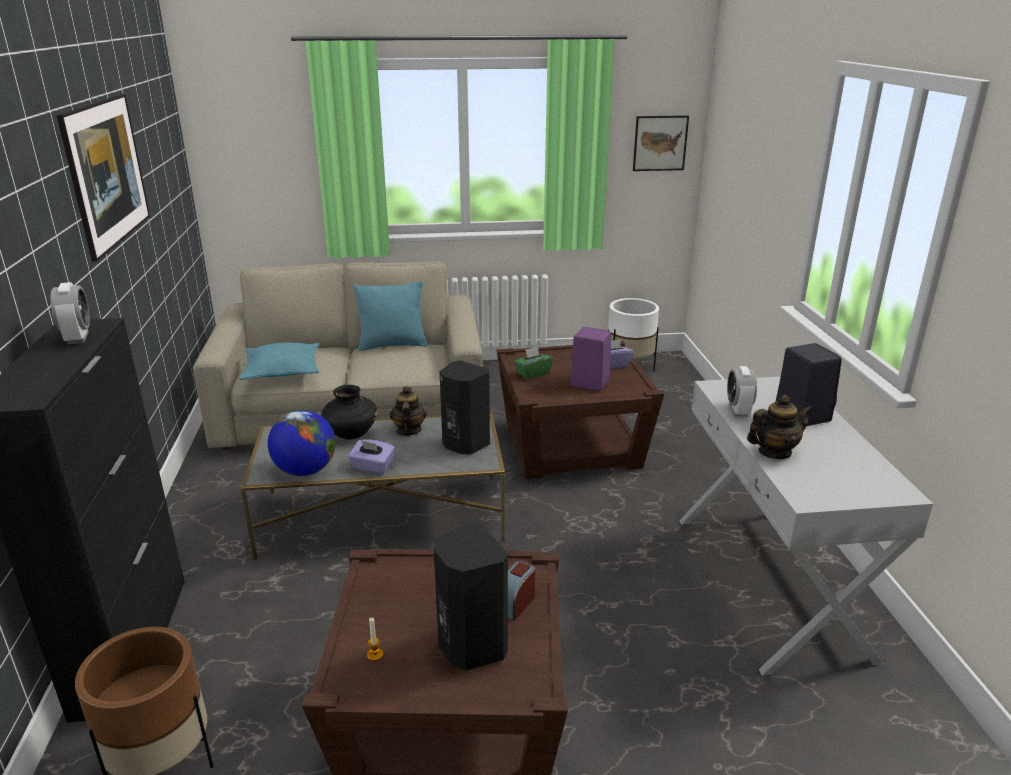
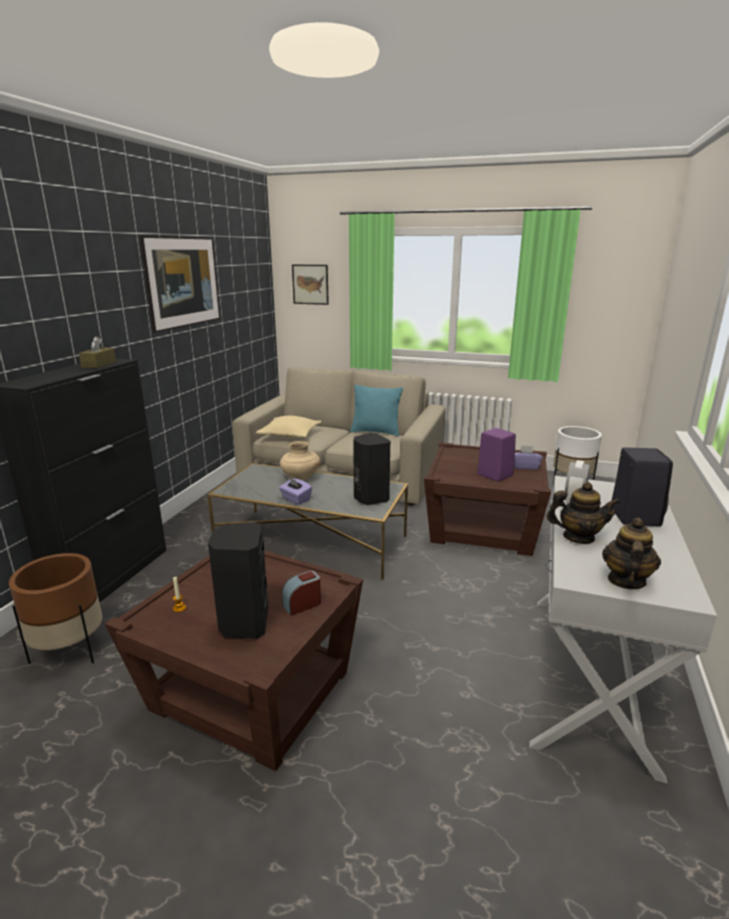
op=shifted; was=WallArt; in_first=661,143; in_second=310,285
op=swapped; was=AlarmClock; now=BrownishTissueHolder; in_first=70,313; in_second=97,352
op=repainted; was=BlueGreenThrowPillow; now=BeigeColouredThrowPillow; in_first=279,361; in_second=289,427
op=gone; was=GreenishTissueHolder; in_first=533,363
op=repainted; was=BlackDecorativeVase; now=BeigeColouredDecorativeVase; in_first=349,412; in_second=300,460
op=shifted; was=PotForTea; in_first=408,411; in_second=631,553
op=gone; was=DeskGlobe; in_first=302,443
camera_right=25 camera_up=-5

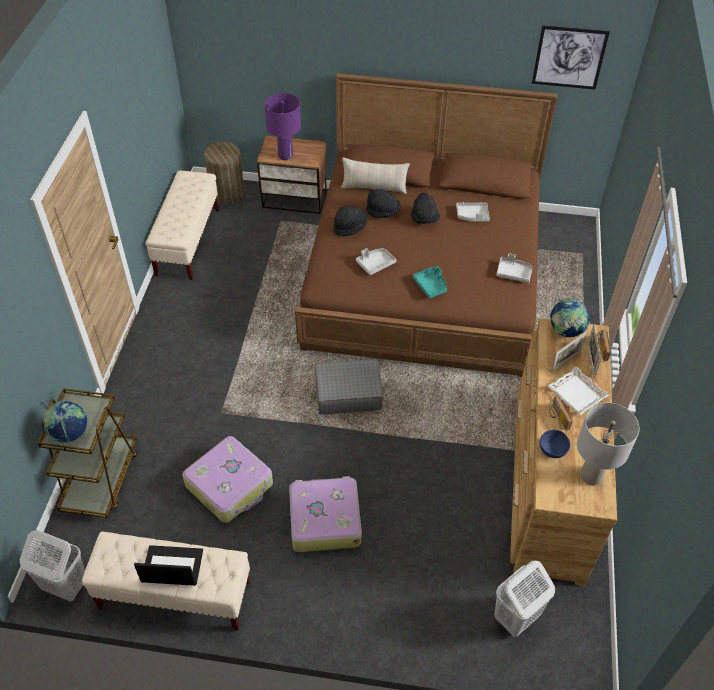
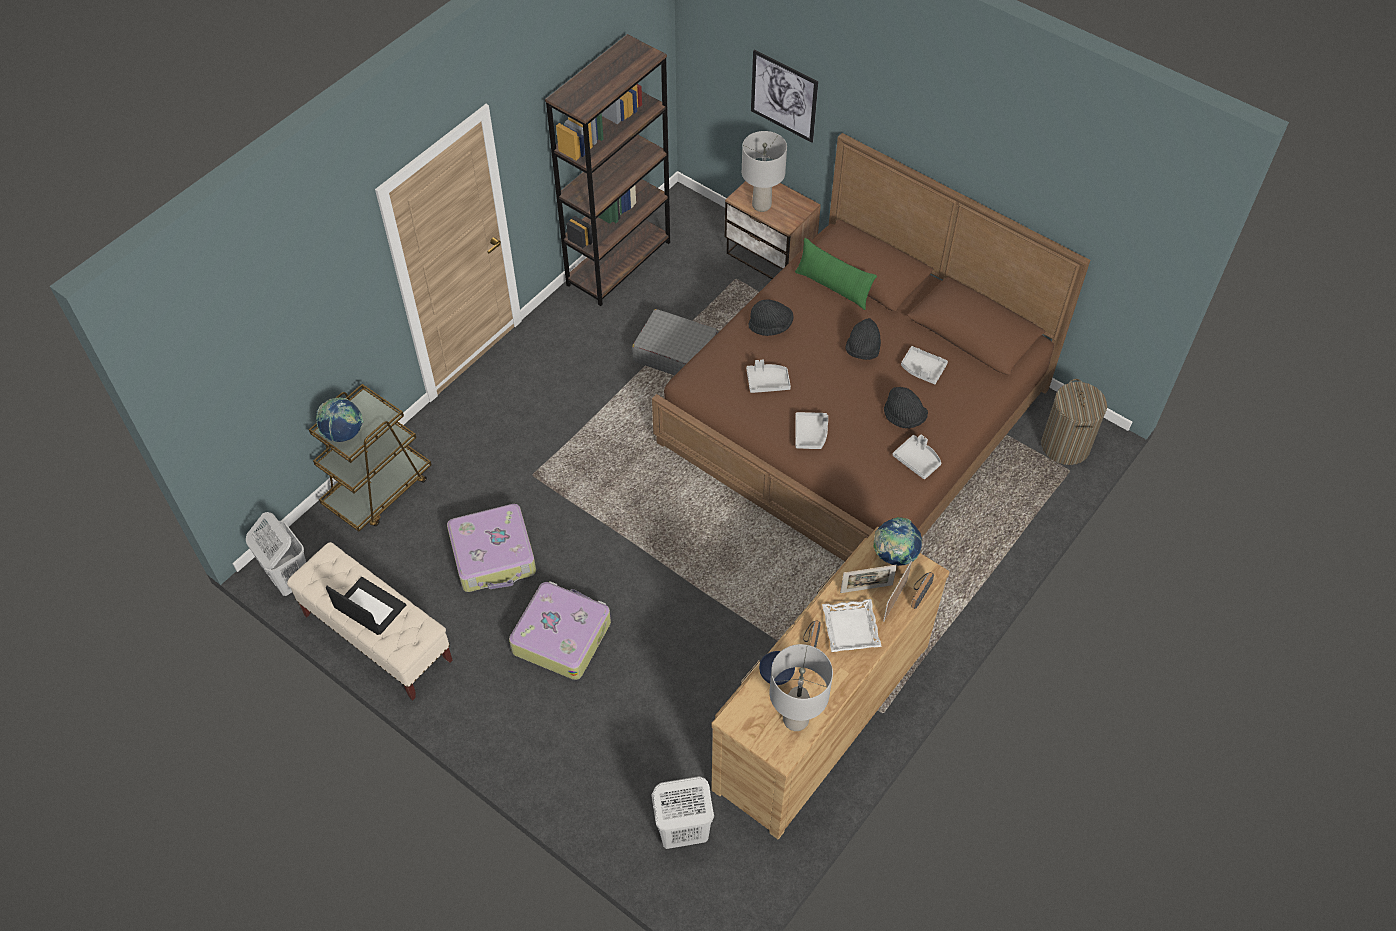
op=shifted; was=WallArt; in_first=571,57; in_second=784,96
op=repainted; was=PurplishTableLamp; now=GrayTableLamp; in_first=283,126; in_second=764,171
op=shifted; was=LaundryBasket; in_first=224,173; in_second=1074,422
op=repainted; was=BeigeColouredThrowPillow; now=GreenishThrowPillow; in_first=375,175; in_second=836,274
op=swapped; was=BeigeColouredIndoorBench; now=BrownishBookcase; in_first=182,225; in_second=607,170
op=shifted; was=BlackWearableHat; in_first=383,203; in_second=906,408
op=repainted; was=BlueGreenTray; now=GrayTray; in_first=429,282; in_second=811,430
op=shifted; was=GrayTravelCase; in_first=349,387; in_second=675,342
camera_right=30 camera_up=5

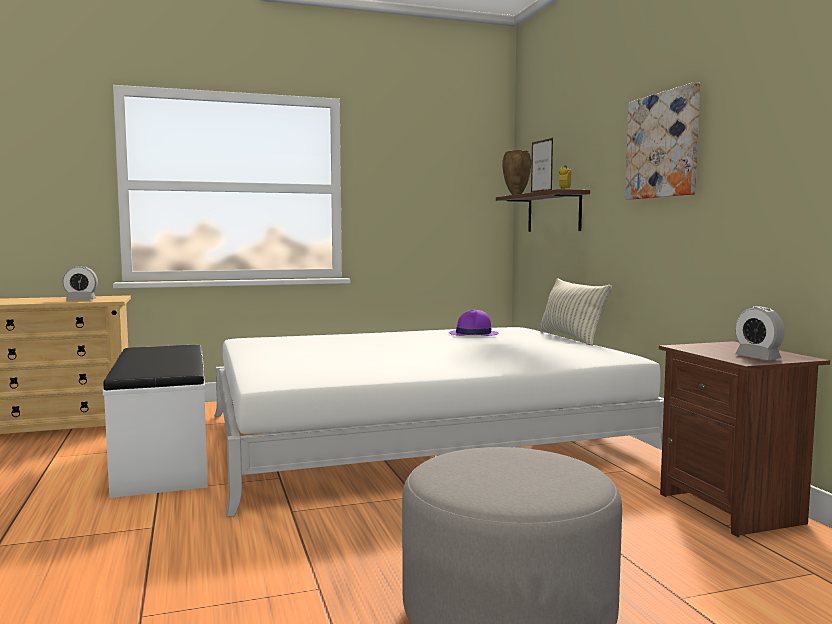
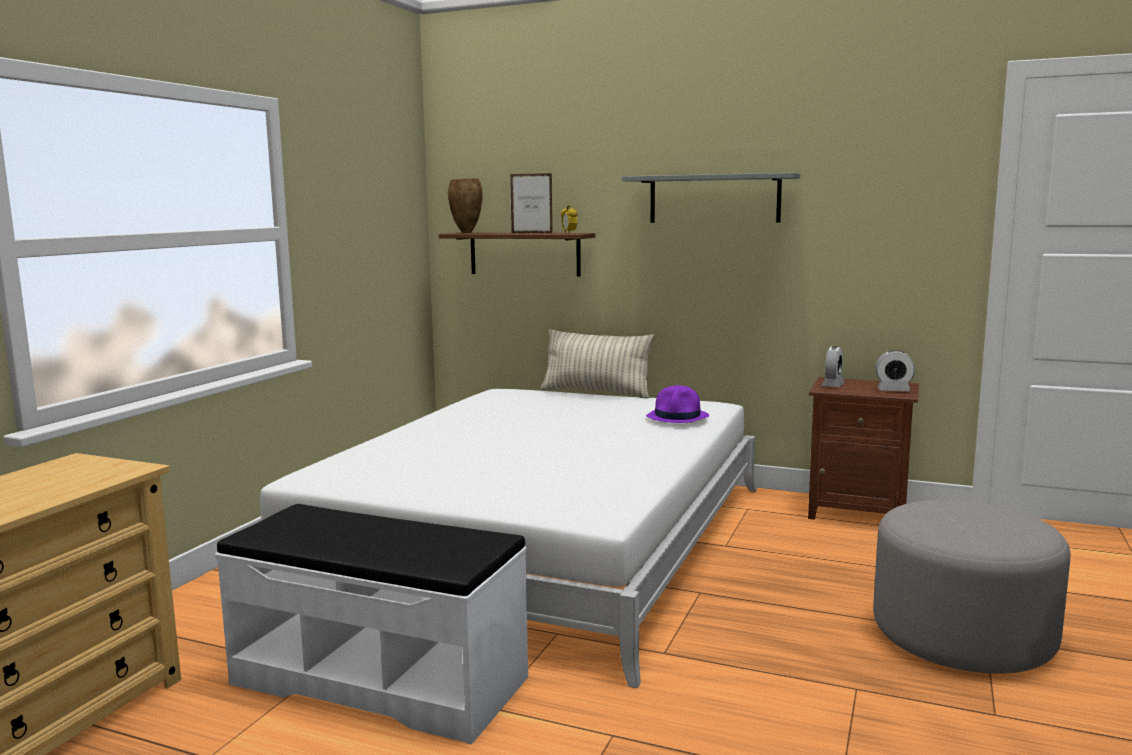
op=swapped; was=WallArt; now=GrayShelf; in_first=662,141; in_second=711,198
op=shifted; was=AlarmClock; in_first=80,283; in_second=832,366
op=shifted; was=PurplishWearableHat; in_first=473,323; in_second=677,404
camera_right=-50 camera_up=5

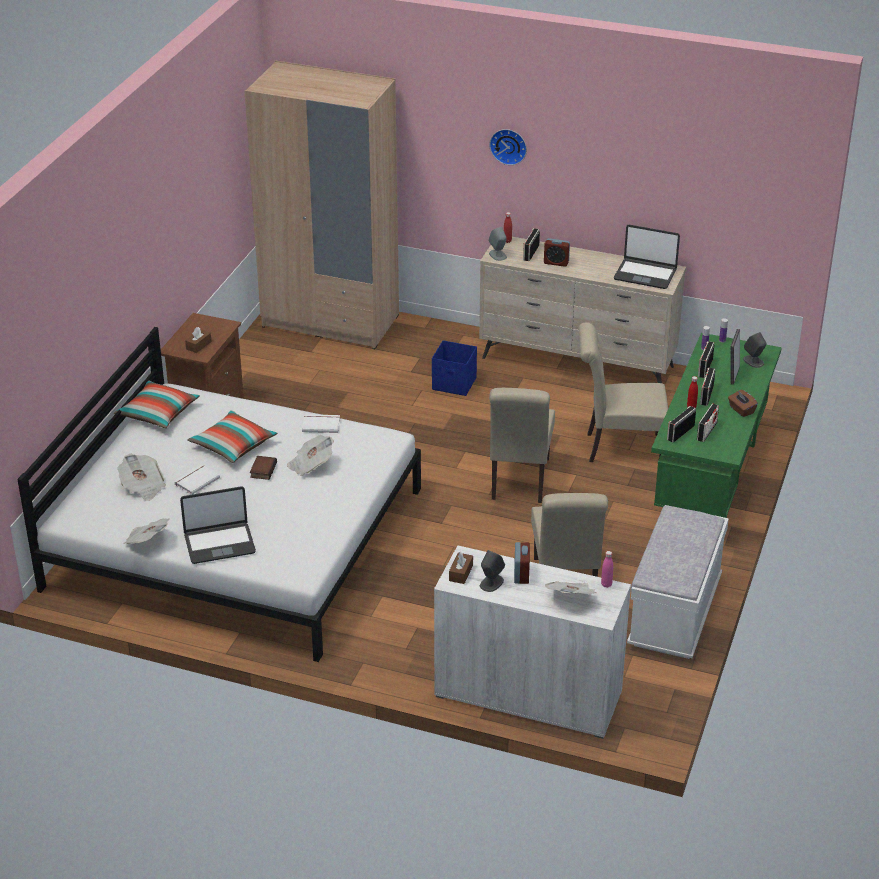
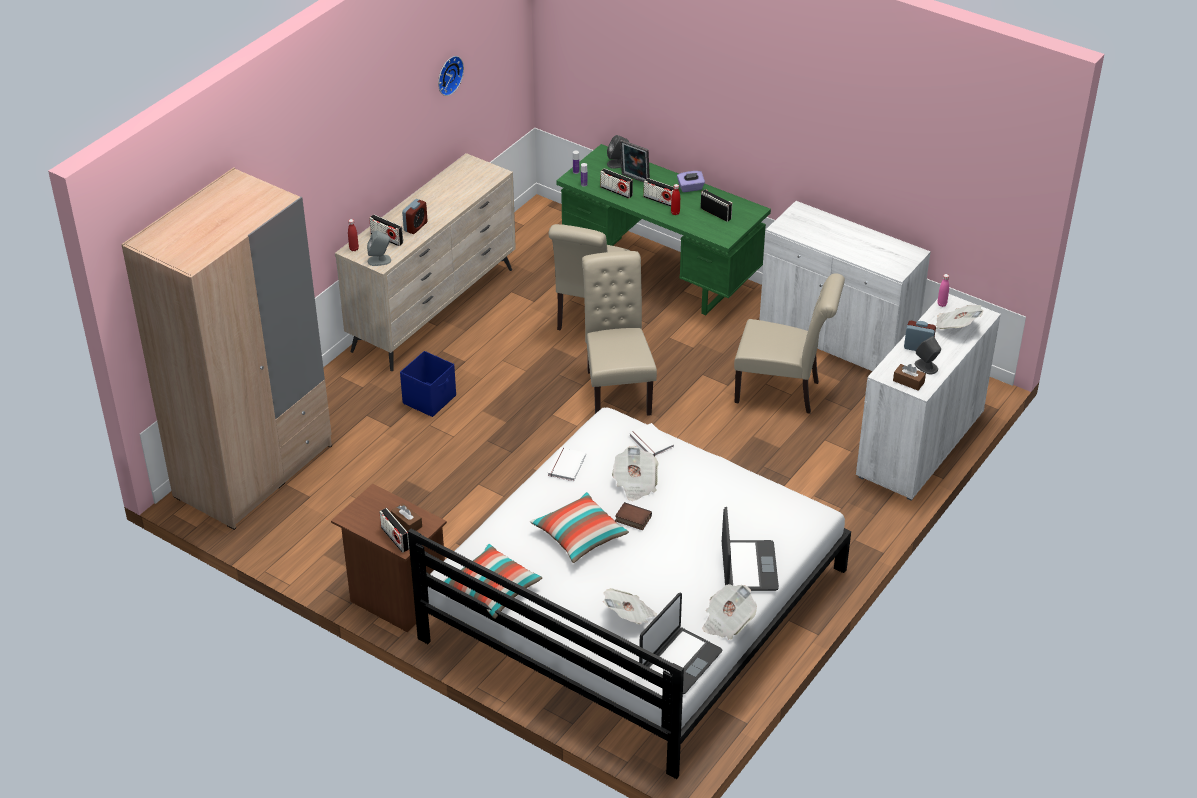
op=shifted; was=HangingClock; in_first=508,147; in_second=451,76
op=shifted; was=PortableComputer; in_first=647,257; in_second=681,643
op=rotated; was=BeigeColouredPlainChair; in_first=522,445; in_second=619,333; clockwise=-120
op=repainted; was=BrownishTissueHolder; now=PurplishTissueHolder; in_first=743,403; in_second=691,181
op=shifted; was=RadioSet; in_first=681,424; in_second=394,530
op=shifted; was=WhiteColouredBook; in_first=197,479; in_second=652,439
op=swapped; was=WhiteColouredIndoorBench; now=WhiteColouredCupboard; in_first=678,582; in_second=845,286
camera_right=-75 camera_up=5

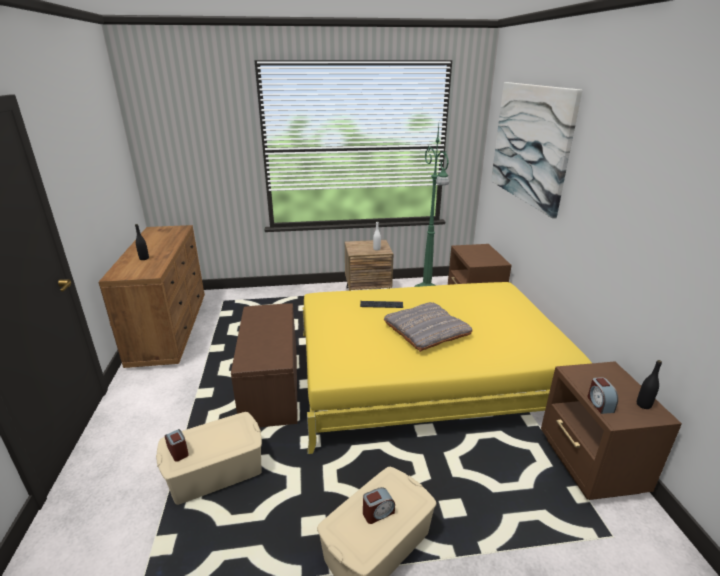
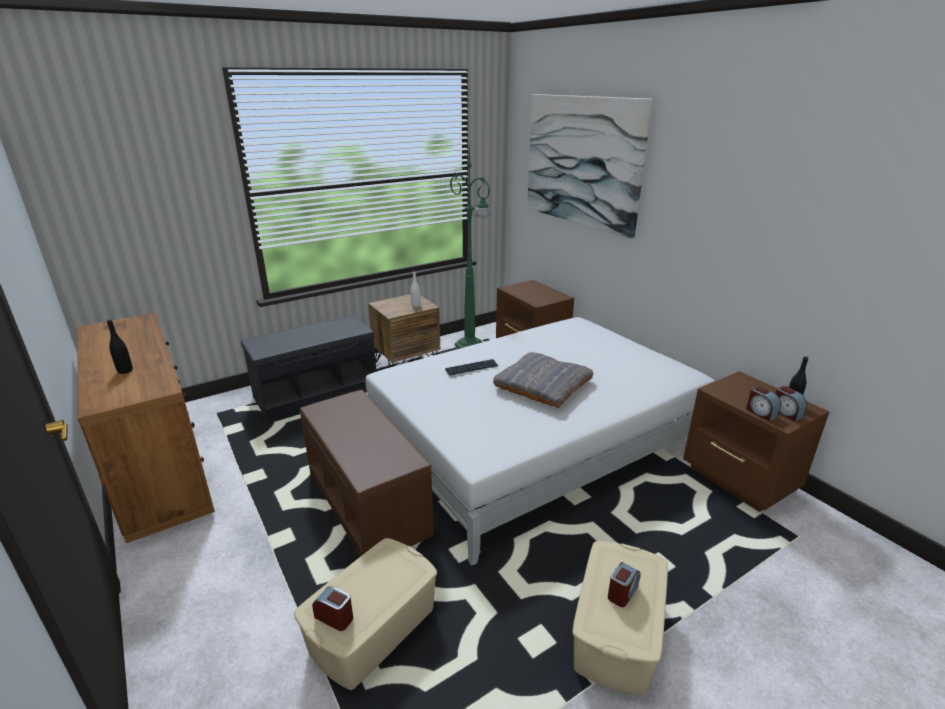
op=repainted; was=YellowishSleepingBed; now=WhiteColouredSleepingBed; in_first=447,368; in_second=540,441
op=new; now=GrayIndoorBench; in_second=309,367
op=new; now=AlarmClock; in_second=791,403
camera_right=-25 camera_up=0

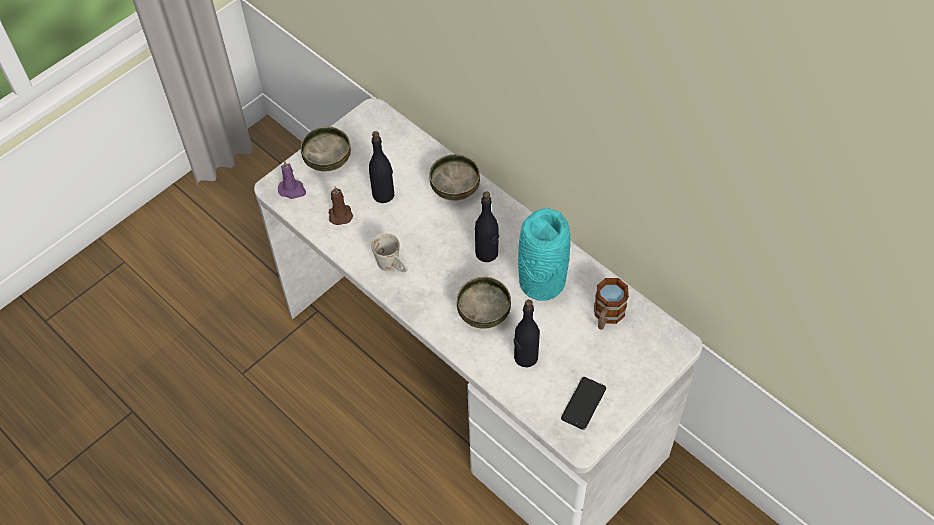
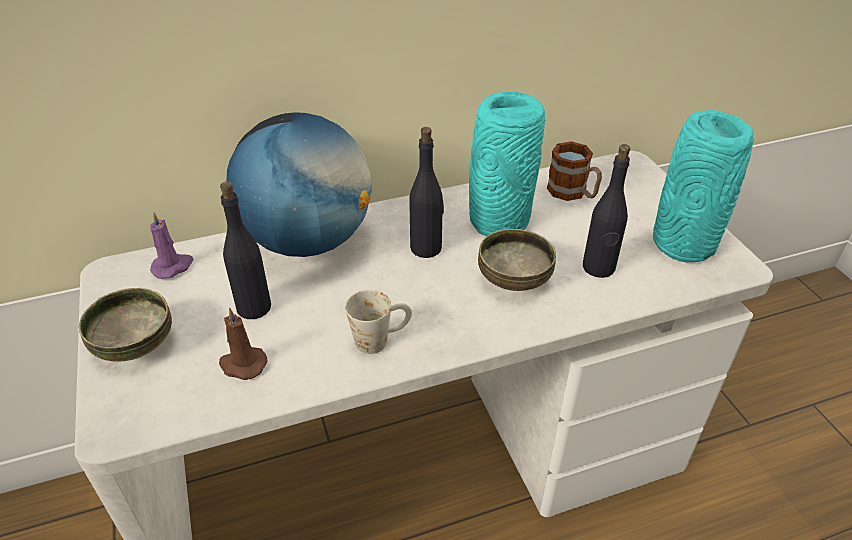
op=swapped; was=DeepDish; now=DeskGlobe; in_first=454,177; in_second=299,184
op=shifted; was=PurplishWaxLight; in_first=292,179; in_second=172,245
op=swapped; was=Handset; now=BlueGreenDecorativeVase; in_first=583,403; in_second=703,186
camera_right=-65 camera_up=-15

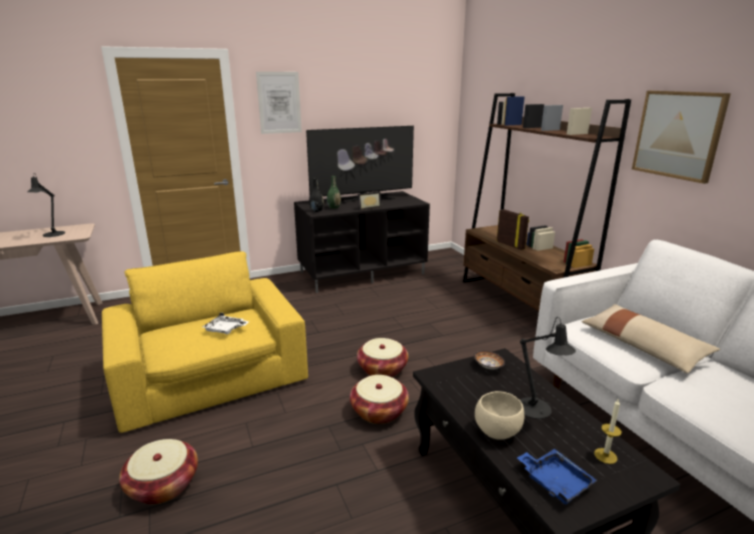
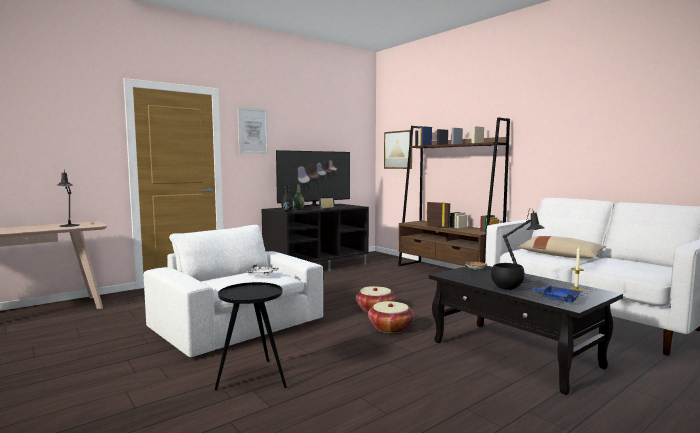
op=shifted; was=WallArt; in_first=681,137; in_second=398,149
op=repainted; was=YellowishLoungeChair; now=WhiteColouredLoungeChair; in_first=205,342; in_second=233,291
op=repainted; was=BeigeColouredDeepDish; now=BlackDeepDish; in_first=499,415; in_second=508,276
op=swapped; was=HouseholdBasket; now=BlackAccentTable; in_first=158,471; in_second=251,336
camera_right=-15 camera_up=-15

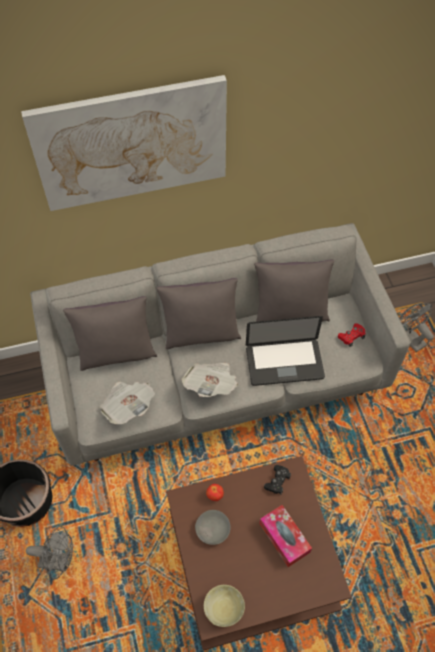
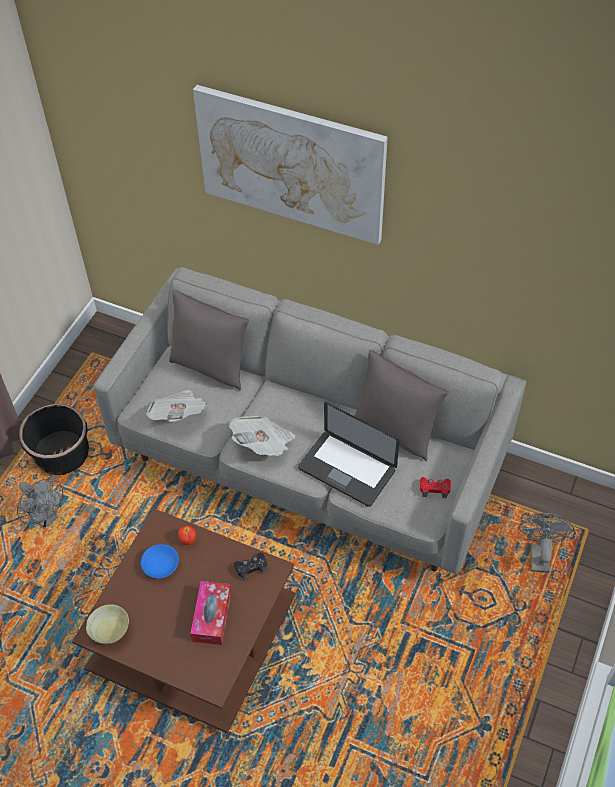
op=gone; was=GrayThrowPillow; in_first=198,313
op=repainted; was=GrayDeepDish; now=BluishDeepDish; in_first=213,527; in_second=160,561
camera_right=40 camera_up=-5

